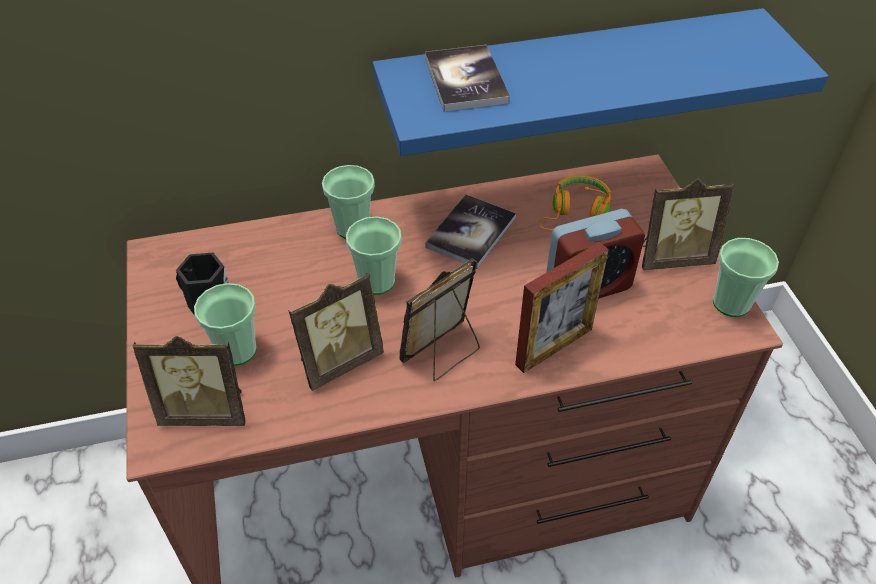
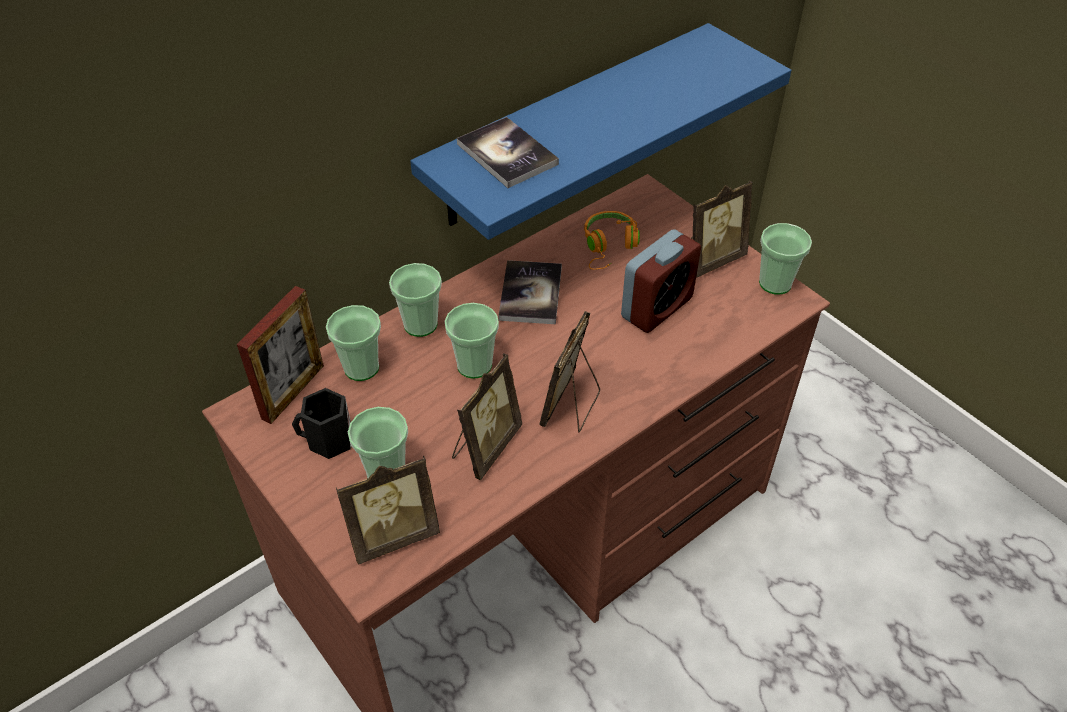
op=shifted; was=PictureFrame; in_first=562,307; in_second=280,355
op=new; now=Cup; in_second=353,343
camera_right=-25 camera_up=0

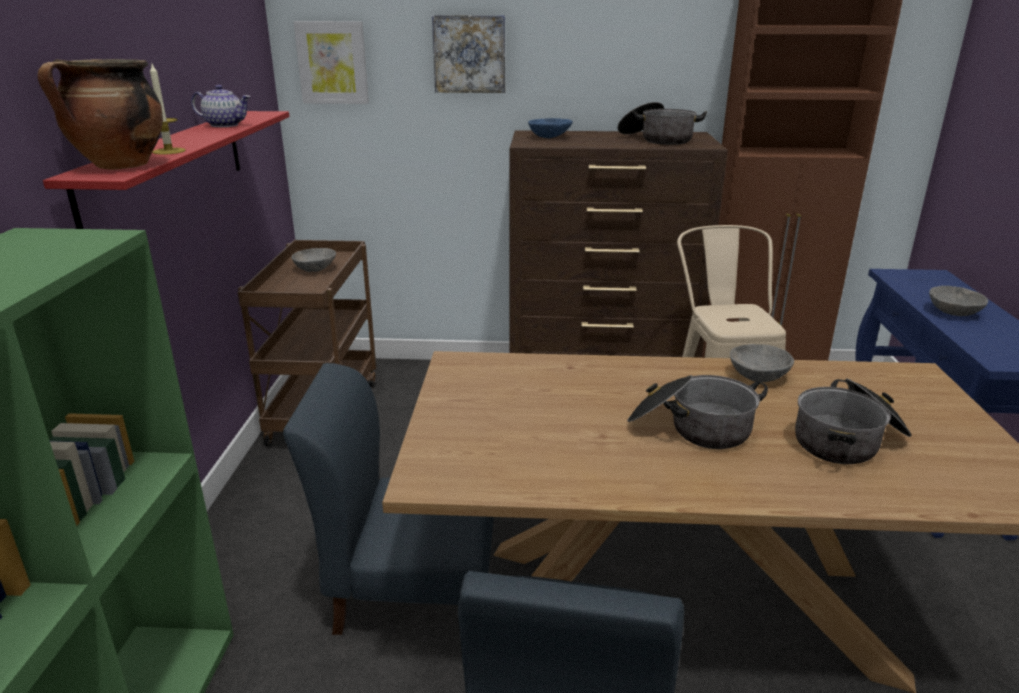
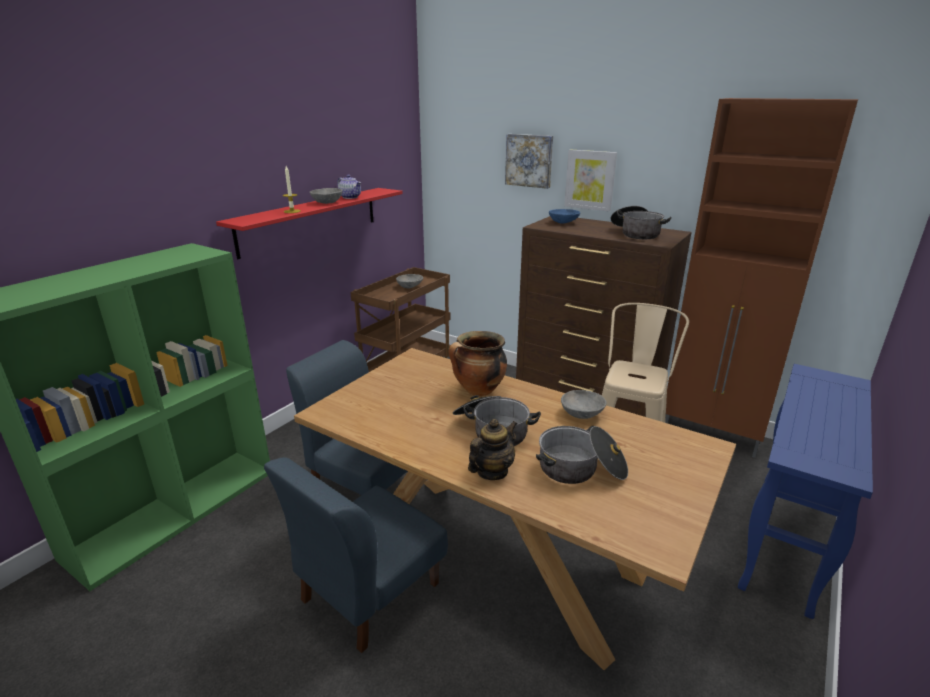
op=shifted; was=WallArt; in_first=331,62; in_second=590,180
op=shifted; was=Saucepot; in_first=100,114; in_second=477,363
op=shifted; was=GrayDeepDish; in_first=958,301; in_second=326,196
op=new; now=PotForTea; in_second=492,449
camera_right=30 camera_up=0

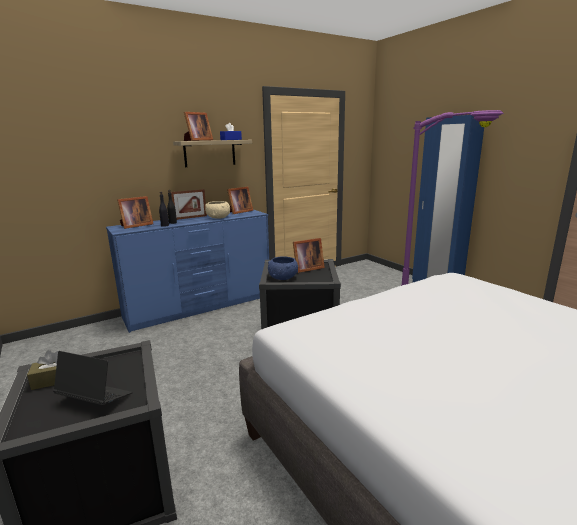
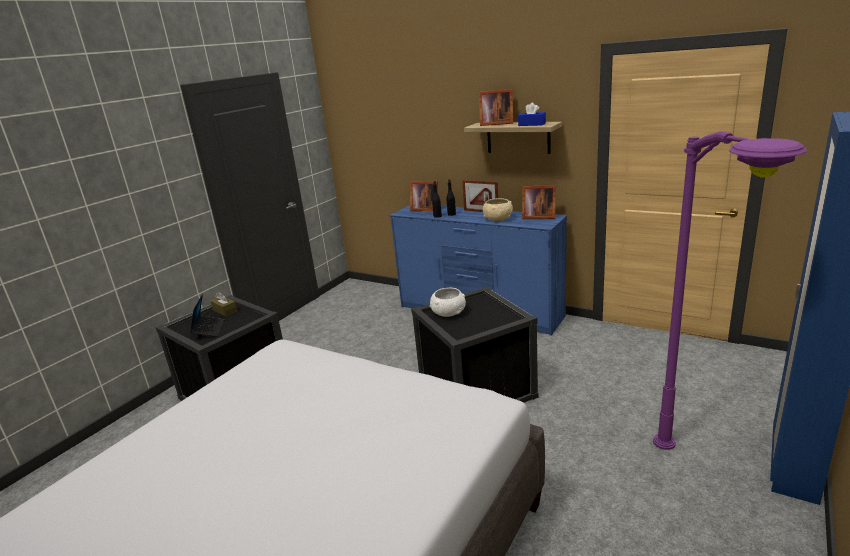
op=gone; was=PictureFrame; in_first=309,255
op=repainted; was=BluishDeepDish; now=WhiteColouredDeepDish; in_first=283,268; in_second=448,302
camera_right=65 camera_up=5

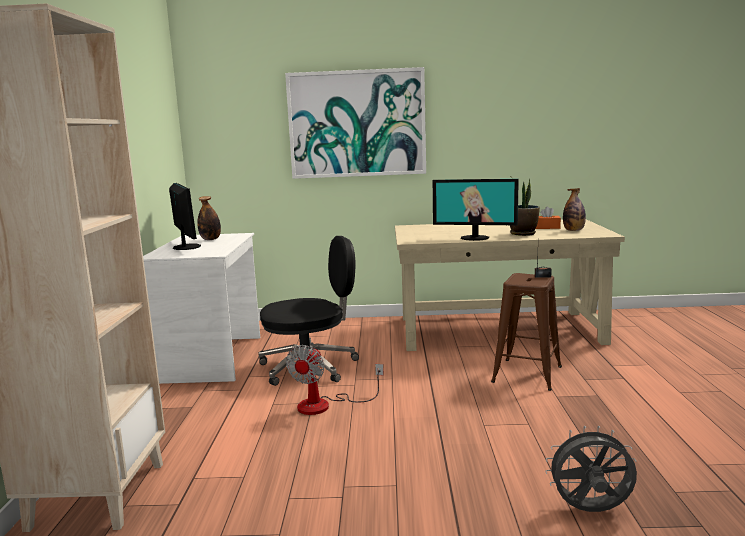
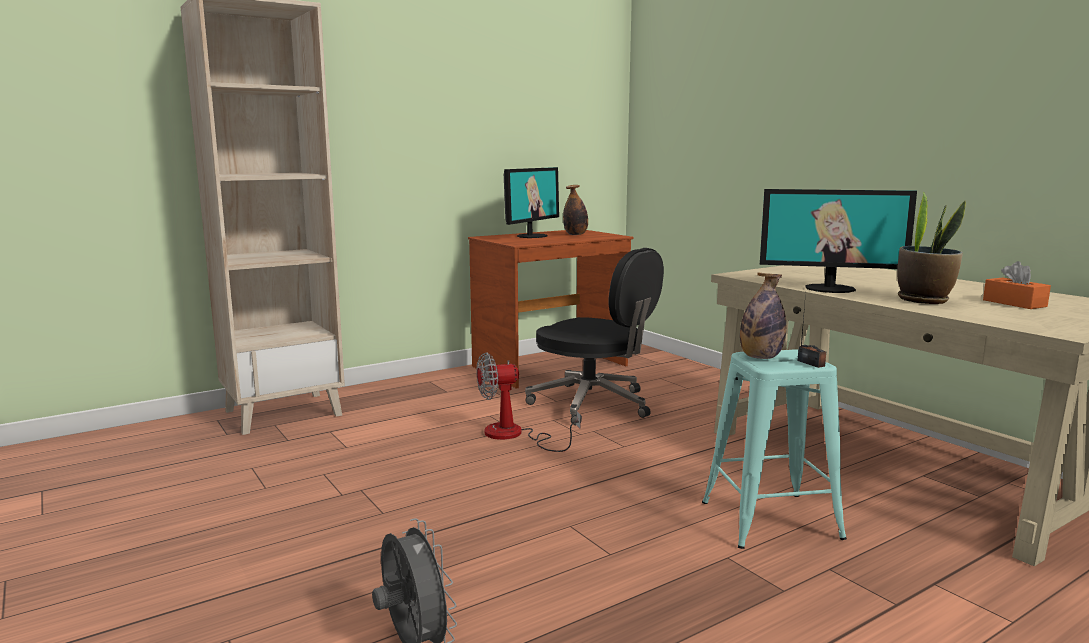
op=gone; was=WallArt; in_first=355,123
op=rotated; was=ComputerDisplay; in_first=476,210; in_second=838,241; clockwise=-60
op=shifted; was=BeverageBottle; in_first=574,209; in_second=763,316
op=repainted; was=WhiteColouredDesk; now=BrownishDesk; in_first=201,308; in_second=551,309
op=repainted; was=BrownishSittingStool; now=BlueGreenSittingStool; in_first=526,332; in_second=774,449
camera_right=55 camera_up=0

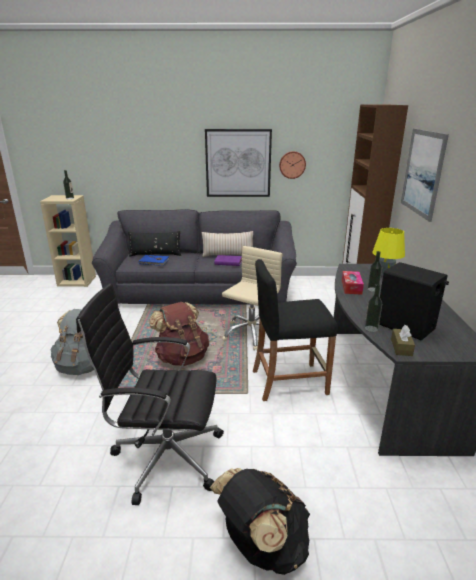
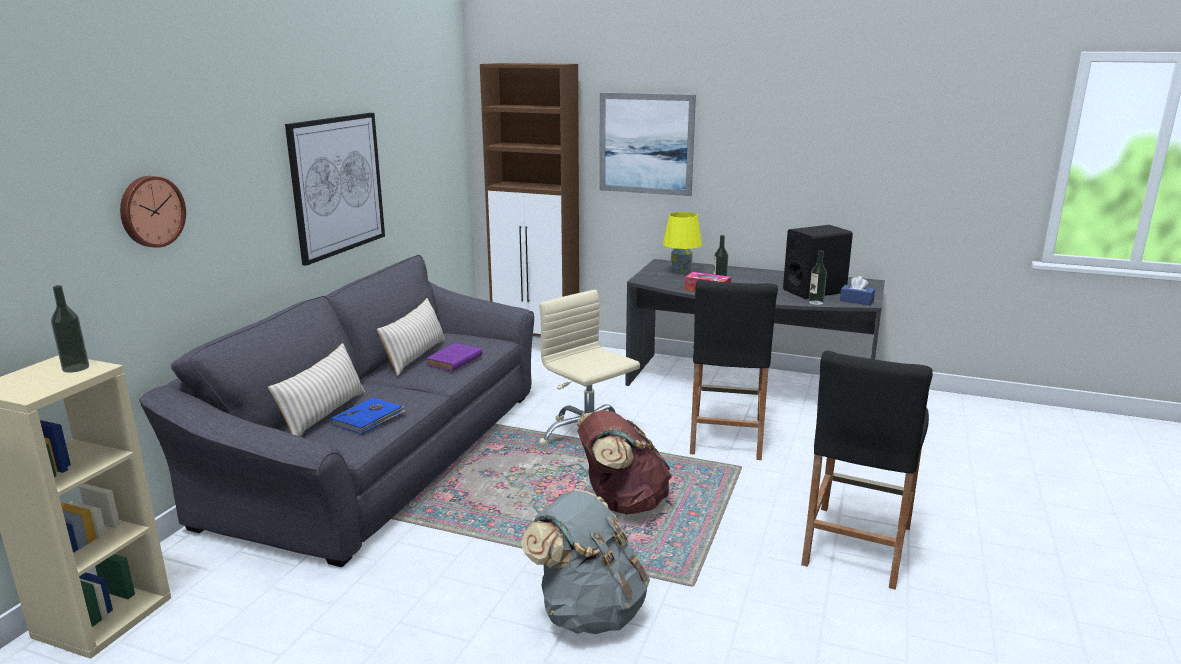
op=shifted; was=HangingClock; in_first=292,165; in_second=153,212
op=repainted; was=BlackThrowPillow; now=BeigeColouredThrowPillow; in_first=154,244; in_second=316,390
op=swapped; was=BlackComputerChair; now=BlackSittingStool; in_first=150,394; in_second=867,470
op=repainted; was=BrownishTissueHolder; now=BluishTissueHolder; in_first=403,340; in_second=857,290
op=gone; was=BlackKnapsack; in_first=260,521
camera_right=-70 camera_up=-5

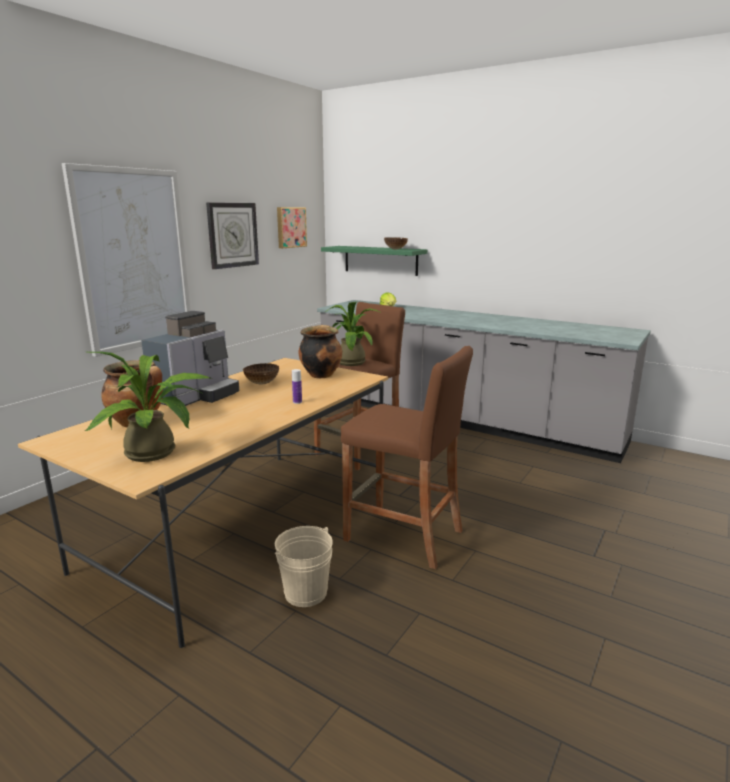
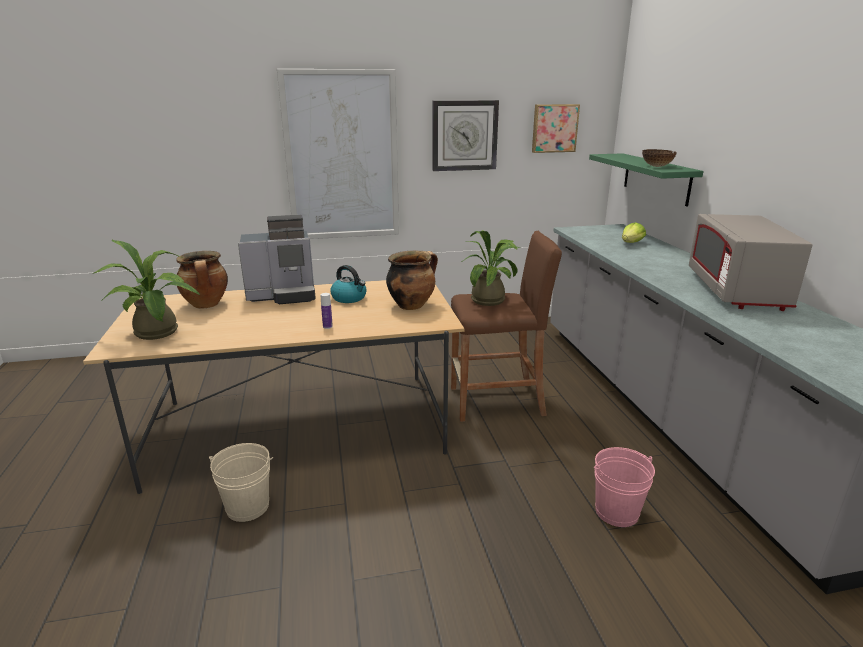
op=gone; was=BrownishSittingStool; in_first=407,457
op=swapped; was=DeepDish; now=Kettle; in_first=261,374; in_second=348,284
op=new; now=GrayMicrowave; in_second=751,262
op=new; now=PinkColouredWaterBucket; in_second=624,487
camera_right=45 camera_up=5

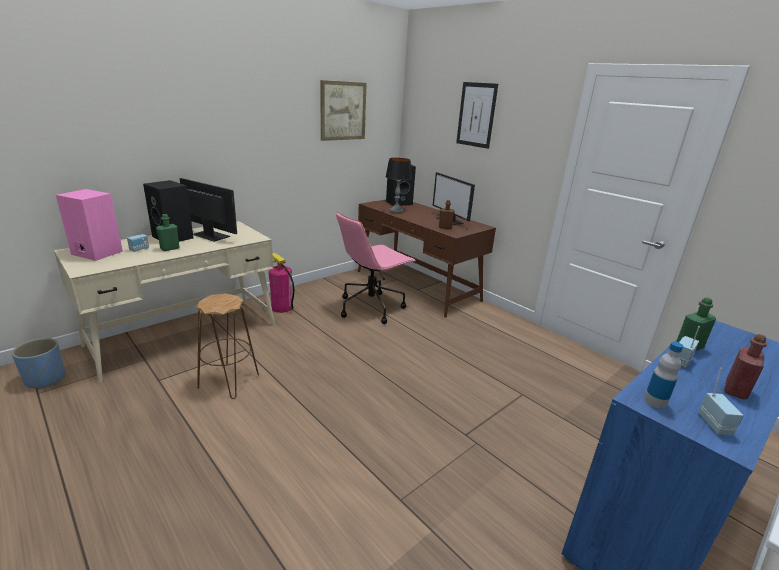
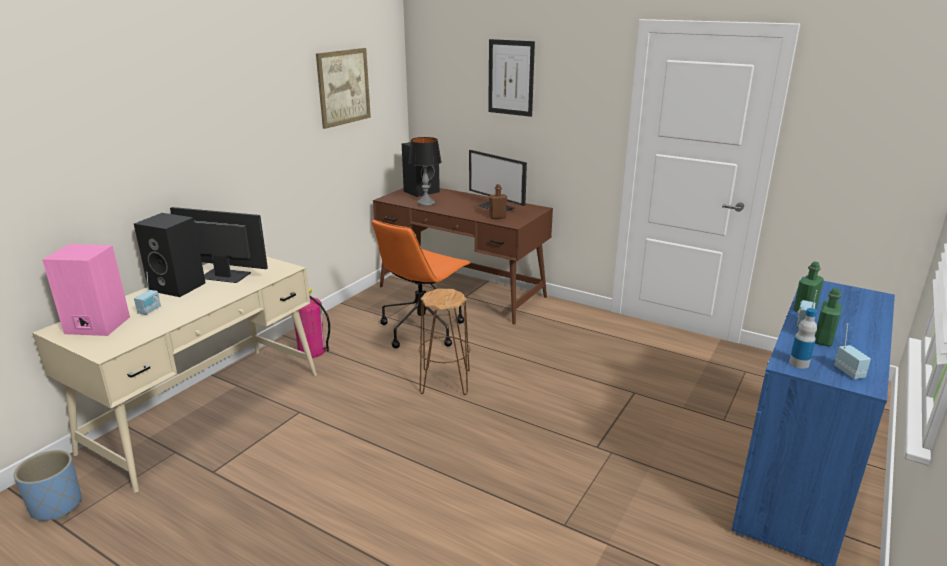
op=repainted; was=PinkColouredComputerChair; now=OrangeyComputerChair; in_first=376,268; in_second=421,283
op=shifted; was=GreenishBeverageBottle; in_first=168,232; in_second=828,317
op=shifted; was=BrownishSittingStool; in_first=227,346; in_second=444,342
op=gone; was=ReddishBeverageBottle; in_first=745,366
camera_right=-15 camera_up=0

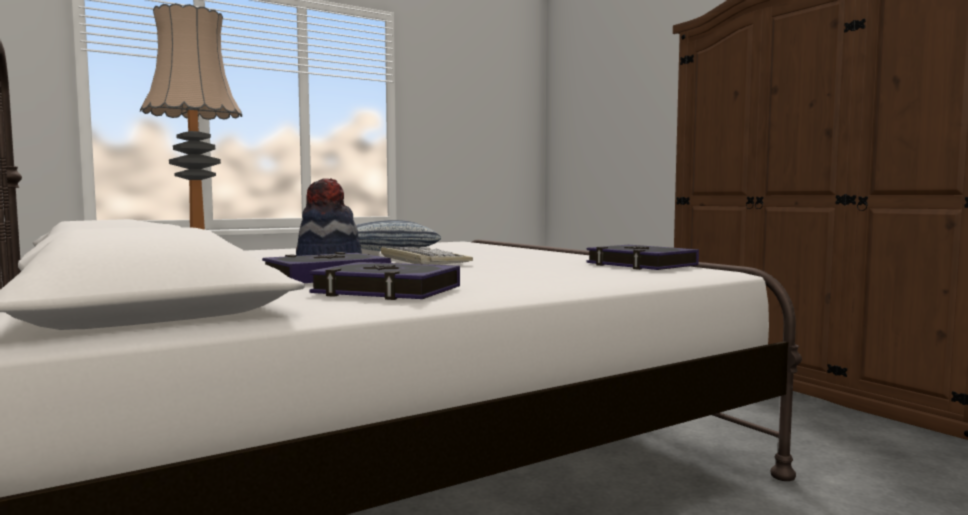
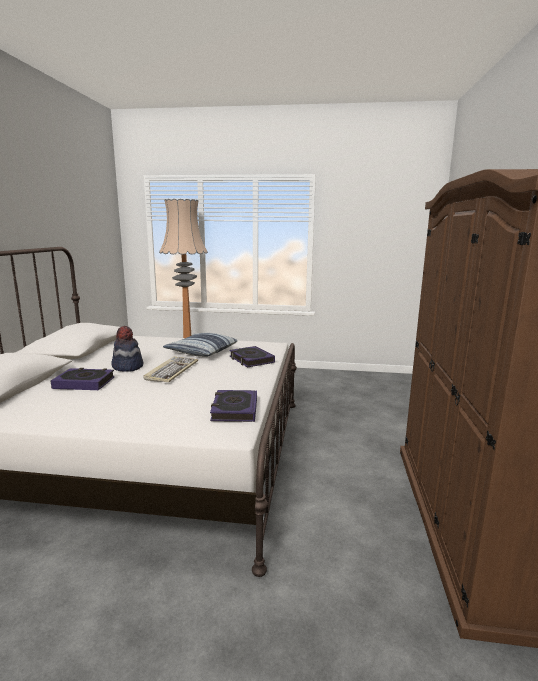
op=shifted; was=Book; in_first=384,281; in_second=252,356
camera_right=40 camera_up=10

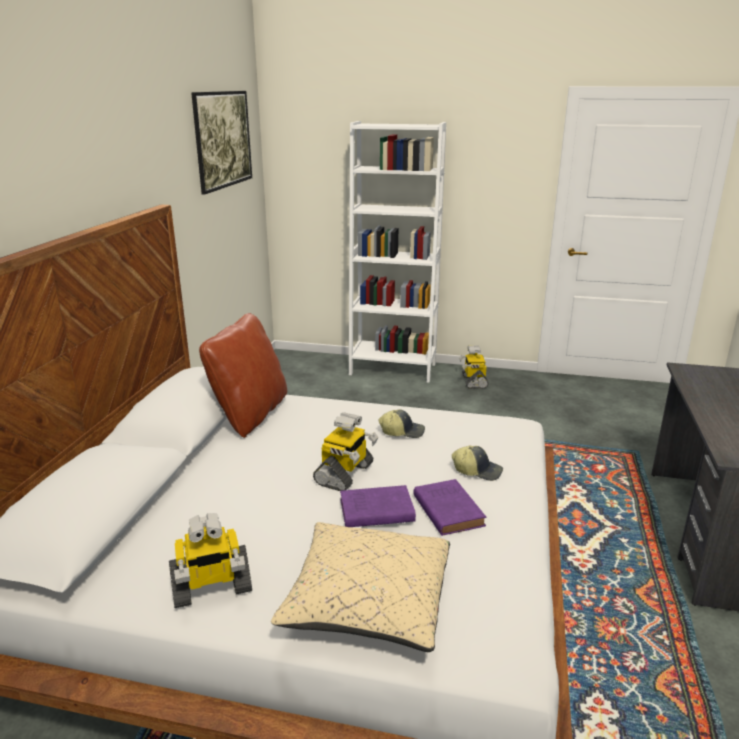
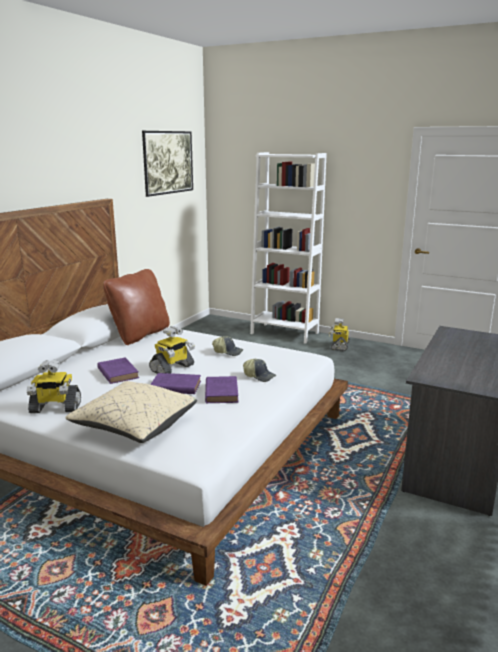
op=new; now=PurplishBook; in_second=118,371
camera_right=15 camera_up=-5

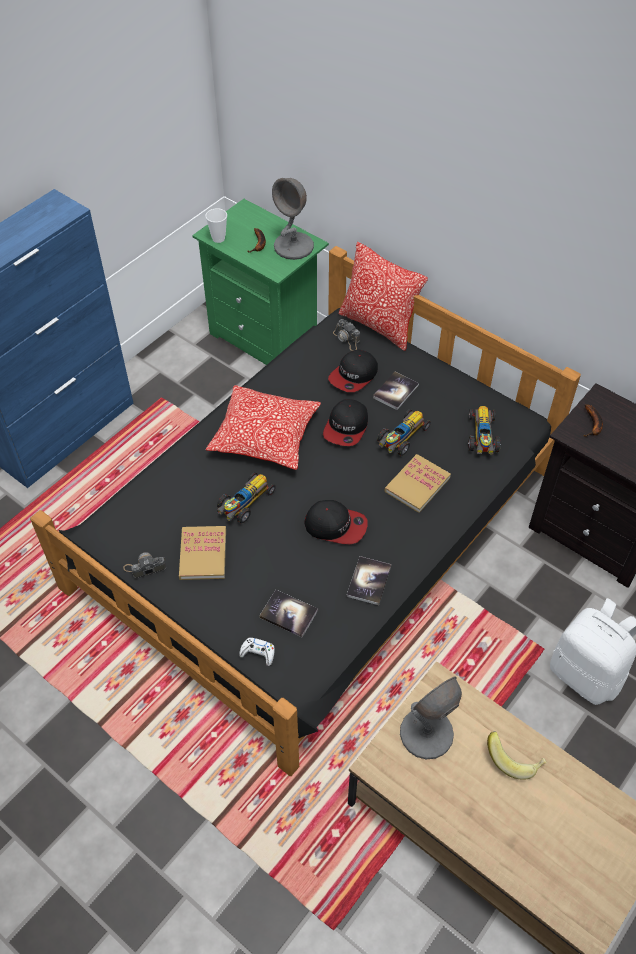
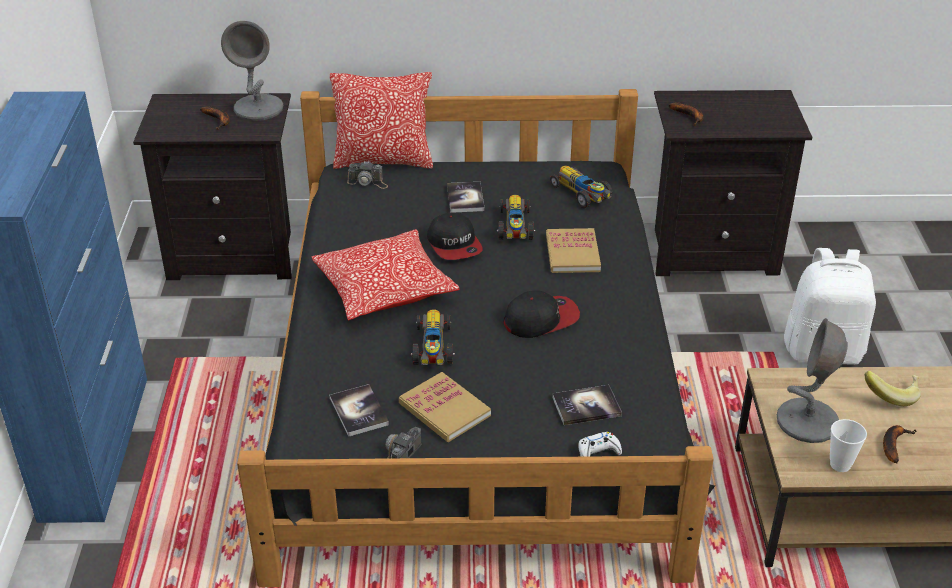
op=repainted; was=GreenishNightTable; now=BlackNightTable; in_first=260,282; in_second=212,186
op=shifted; was=Cup; in_first=216,225; in_second=848,445
op=gone; was=PeakedCap; in_first=353,371
op=shifted; was=Book; in_first=369,580; in_second=359,410
op=new; now=Banana; in_second=900,444
camera_right=-40 camera_up=-15

